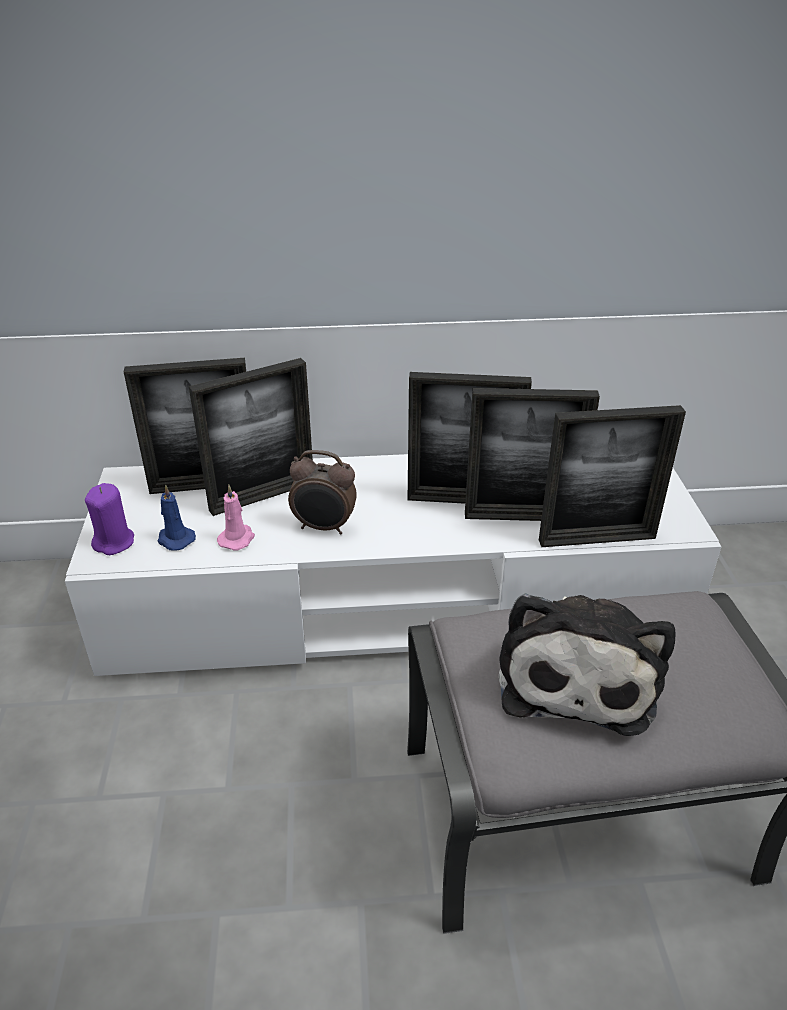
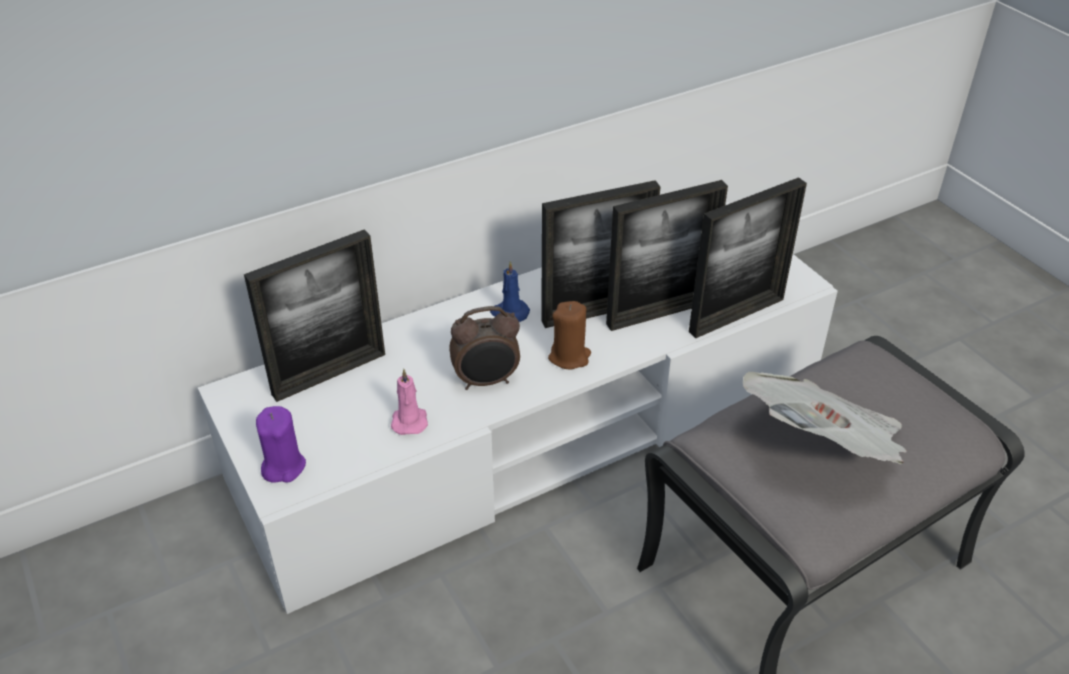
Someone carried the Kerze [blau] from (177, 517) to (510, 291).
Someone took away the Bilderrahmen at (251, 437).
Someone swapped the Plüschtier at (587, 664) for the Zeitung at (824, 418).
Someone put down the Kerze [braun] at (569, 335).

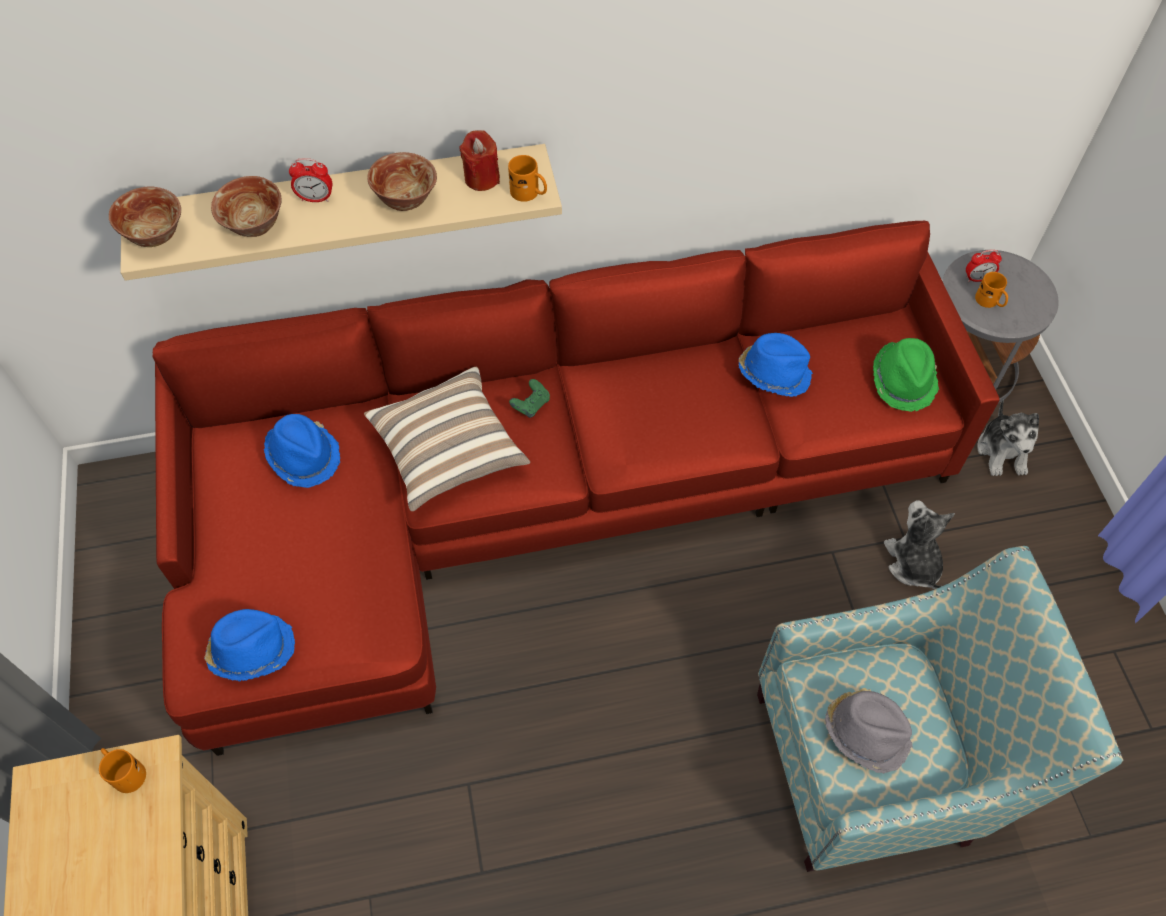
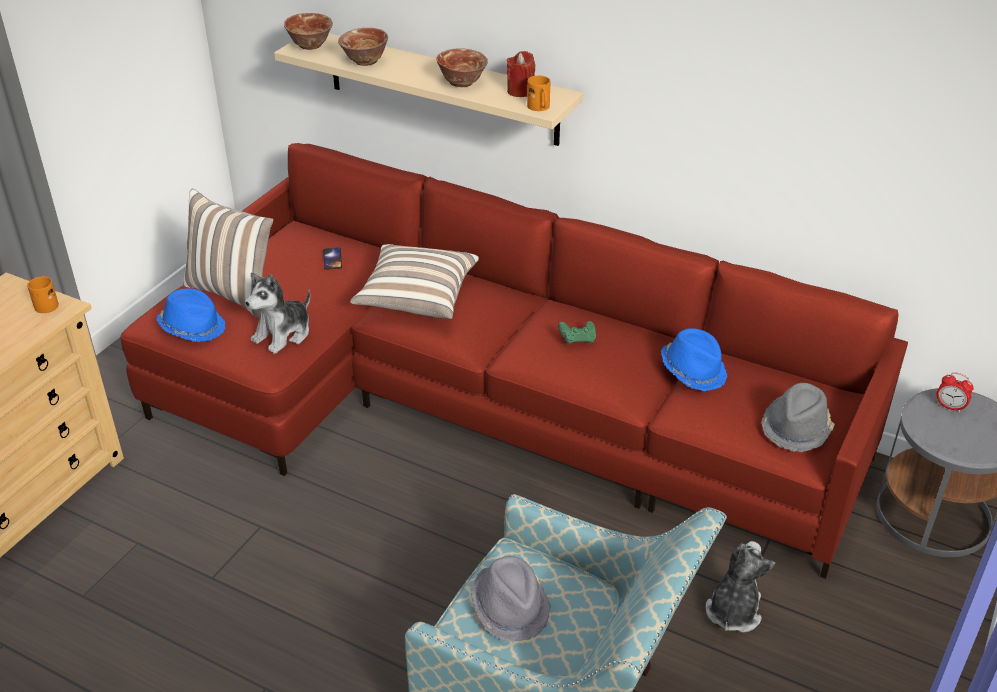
Someone swapped the Hut [blau] at (302, 451) for the Handy at (332, 258).
Someone took away the Wecker at (311, 180).
Someone carried the Gamepad [grün] from (529, 398) to (577, 332).
Someone repainted the Hut [grün] at (906, 375), which became the Hut [grau] at (798, 417).
Someone took away the Henkelbecher [orange] at (991, 290).
Someone carried the Plüschtier from (1008, 437) to (277, 313).
Someone put down the Kissen at (228, 253).

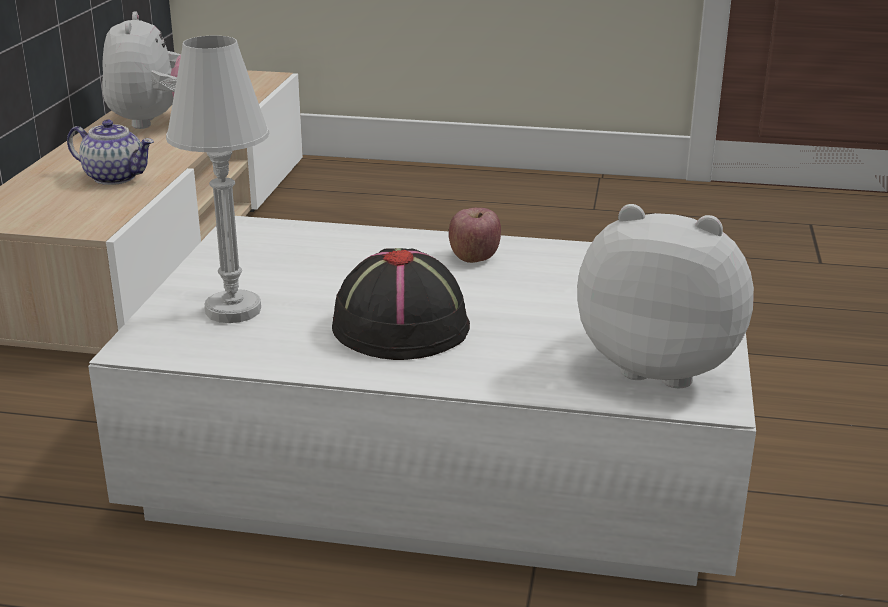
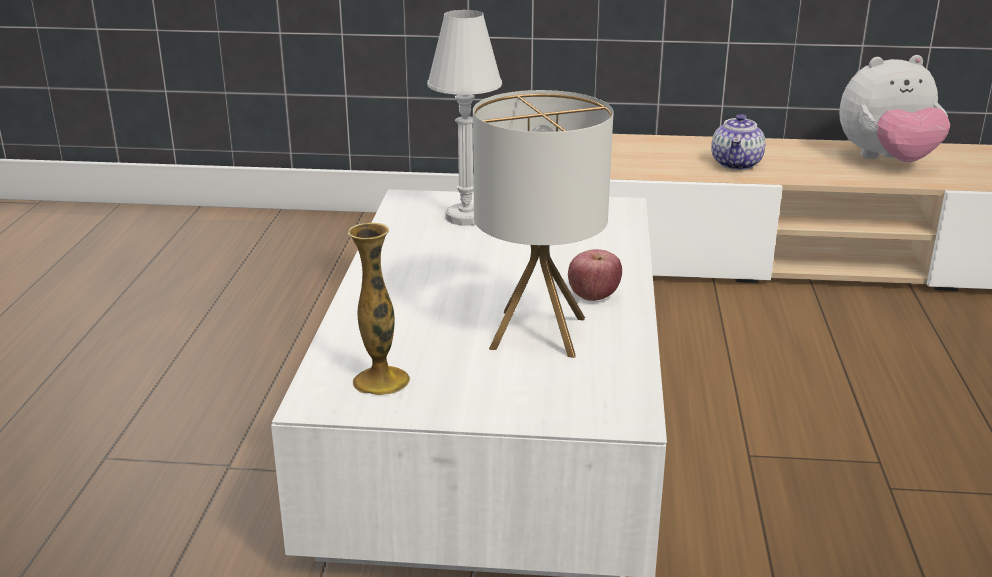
Someone took away the Hut [schwarz] at (401, 304).
Someone swapped the Plüschtier at (665, 296) for the Vase at (379, 309).
Someone put down the Tischlampe at (543, 224).

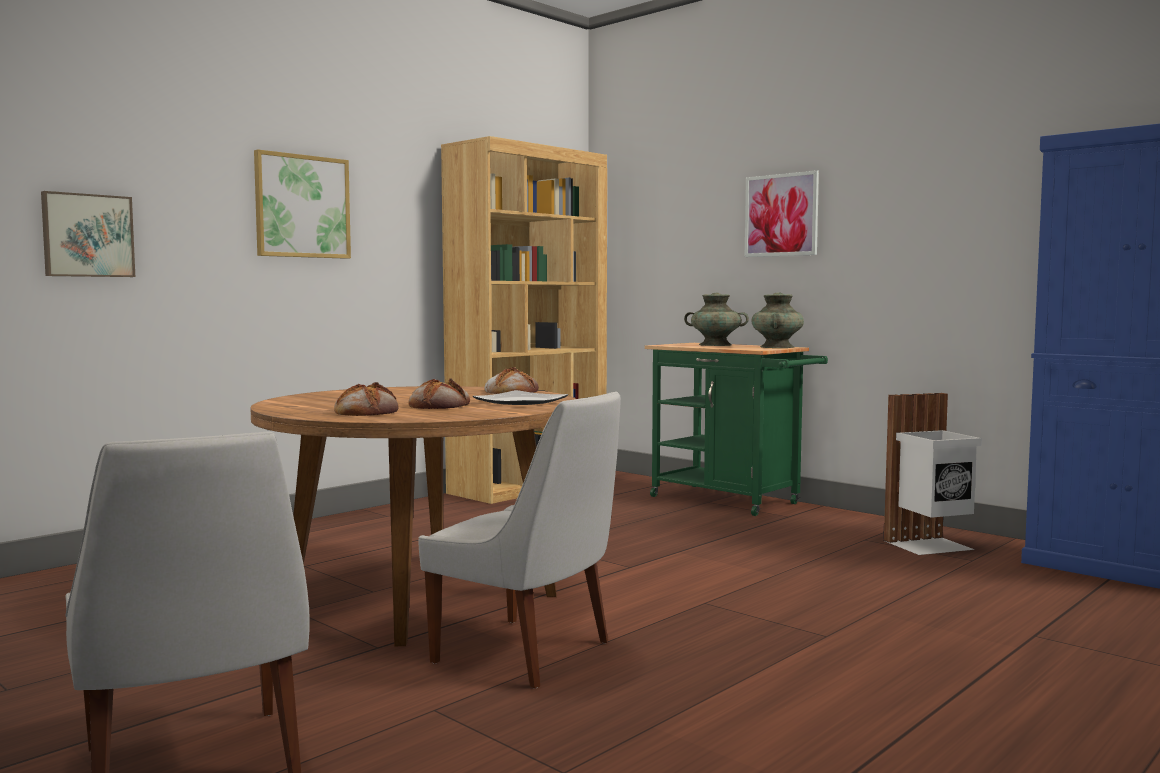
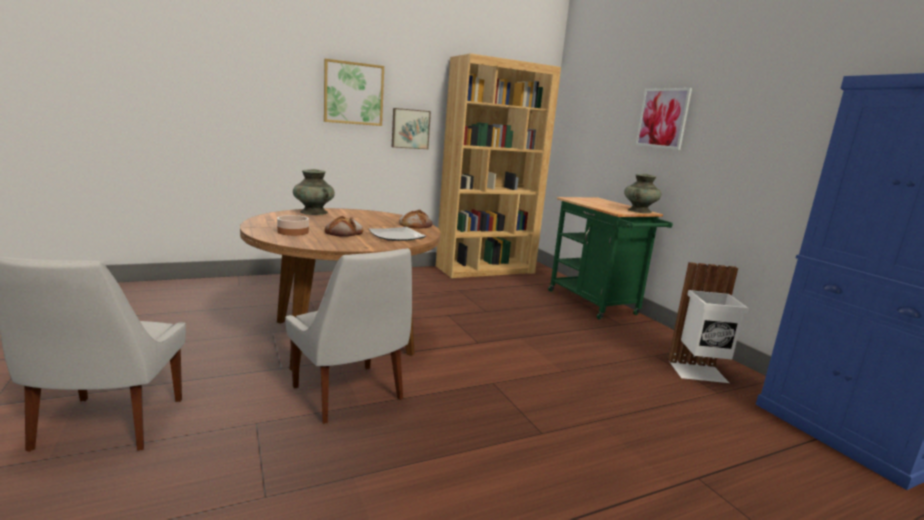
Someone carried the Bild from (88, 234) to (411, 128).
Someone swapped the Brot at (366, 399) for the Schüssel at (293, 225).
Someone carried the Vase [türkis] from (716, 319) to (314, 192).

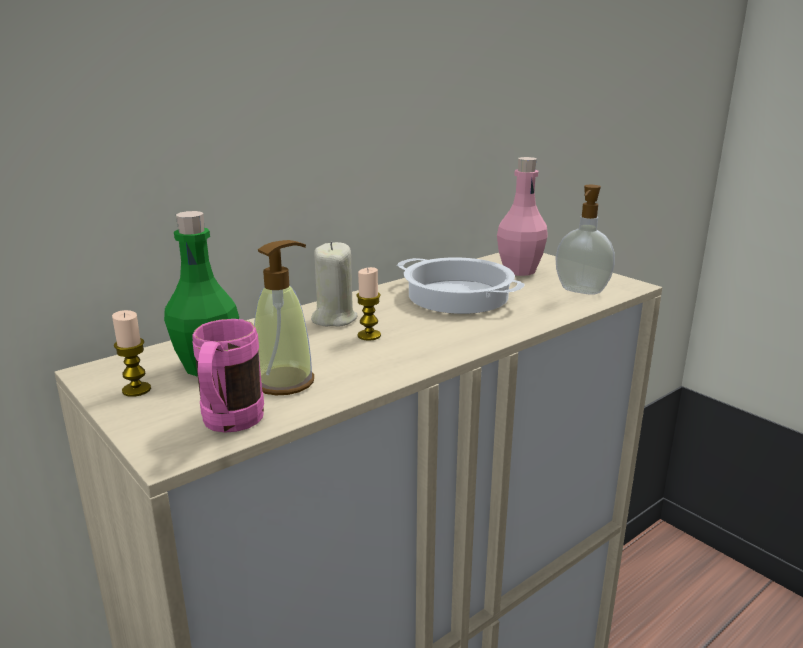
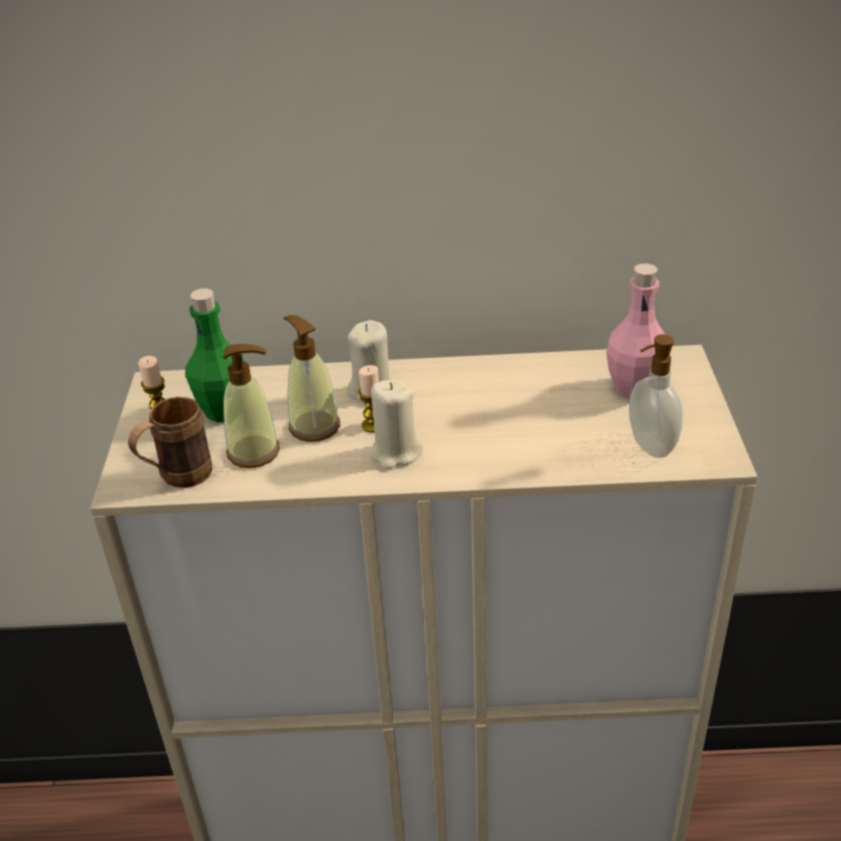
Someone repainted the Henkelbecher [rosa] at (228, 376), which became the Henkelbecher [braun] at (170, 442).
Someone took away the Kochtopf at (460, 285).
Someone put down the Seifenspender at (311, 378).
Someone put down the Kerze [beige] at (396, 425).

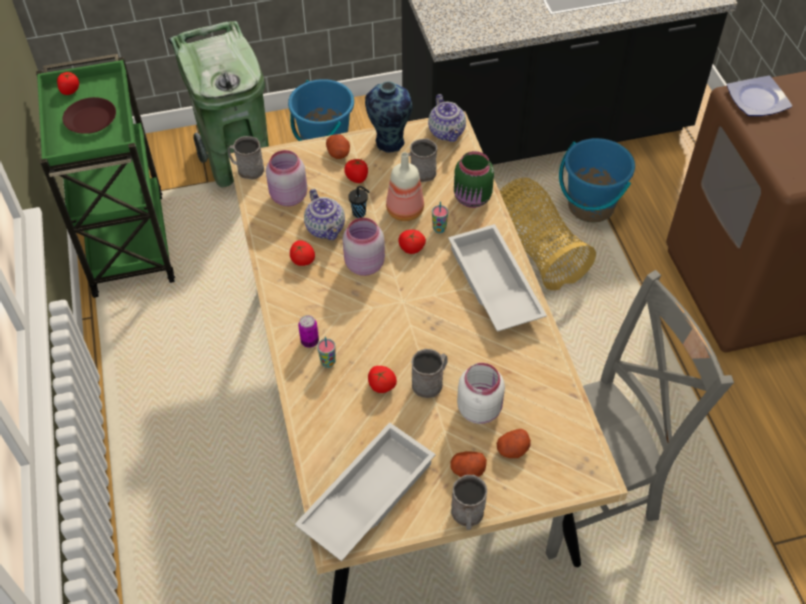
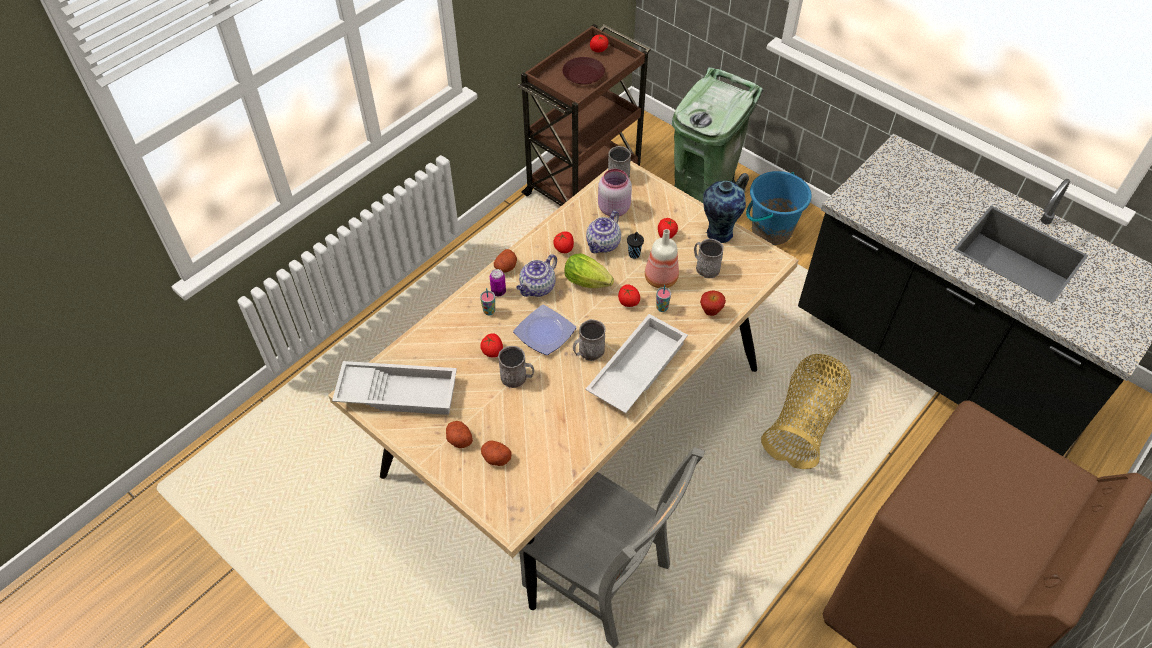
Someone repainted the Rollwagen [grün] at (105, 176), which became the Rollwagen [braun] at (584, 115).
Someone carried the Kartoffel from (338, 146) to (505, 261).
Someone swapped the Vorratsglas [rosa] at (364, 247) for the Salatkopf at (589, 270).
Someone carried the Teekanne from (447, 118) to (536, 275).
Someone carried the Henkelbecher [grau] from (469, 502) to (589, 340).
Someone swapped the Vorratsglas [grün] at (474, 179) for the Apfel at (713, 303).
Someone took away the Vorratsglas [weiß] at (481, 393).
Someone took away the Eimer [blau] at (597, 180).
Someone carried the Teller from (759, 96) to (544, 329).

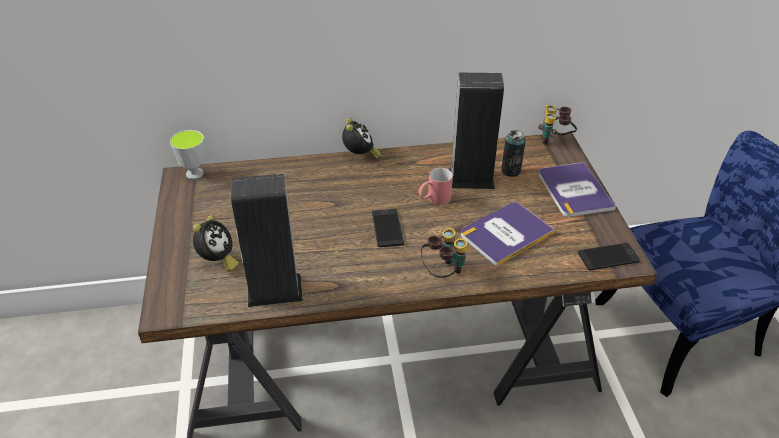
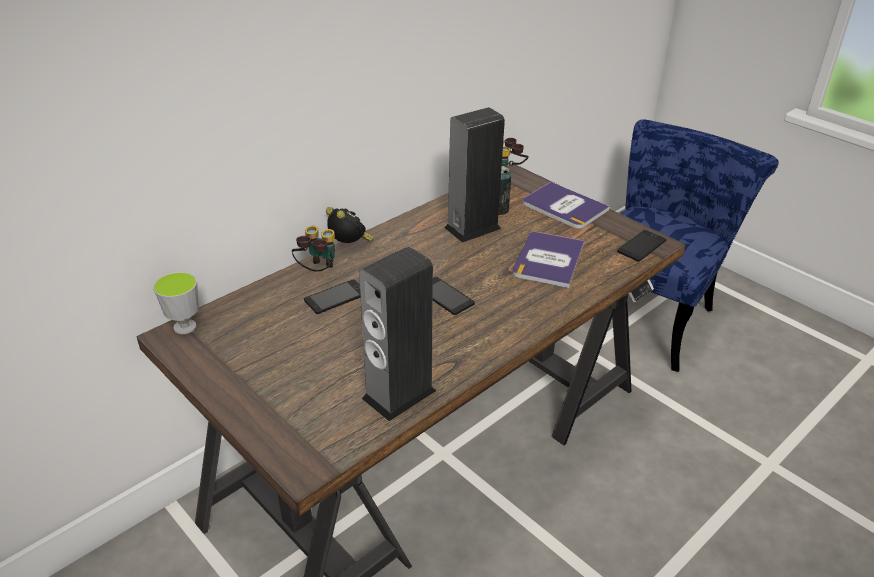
Someone took away the Wecker at (216, 243).
Someone took away the Henkelbecher [rot] at (435, 186).
Someone carried the Fernglas from (444, 253) to (313, 249).
Someone put down the Handy at (332, 296).

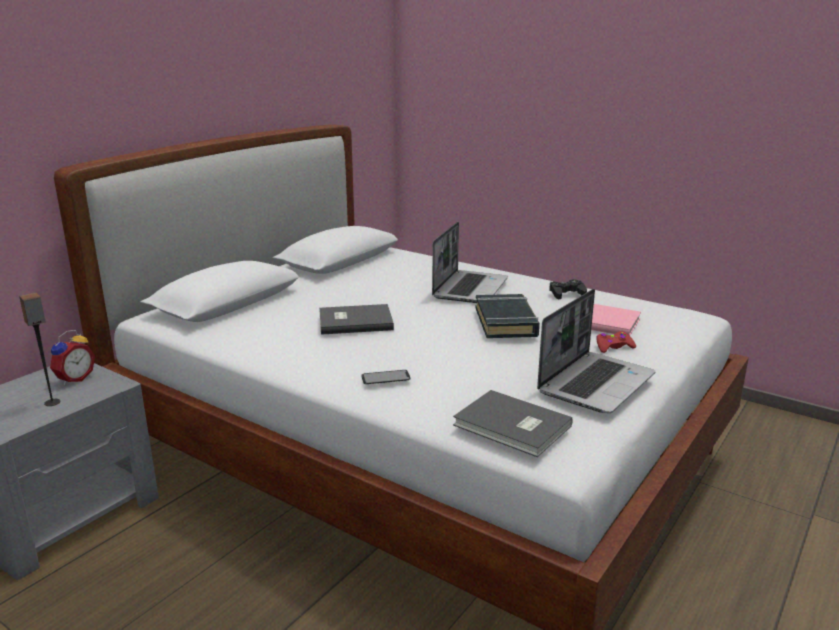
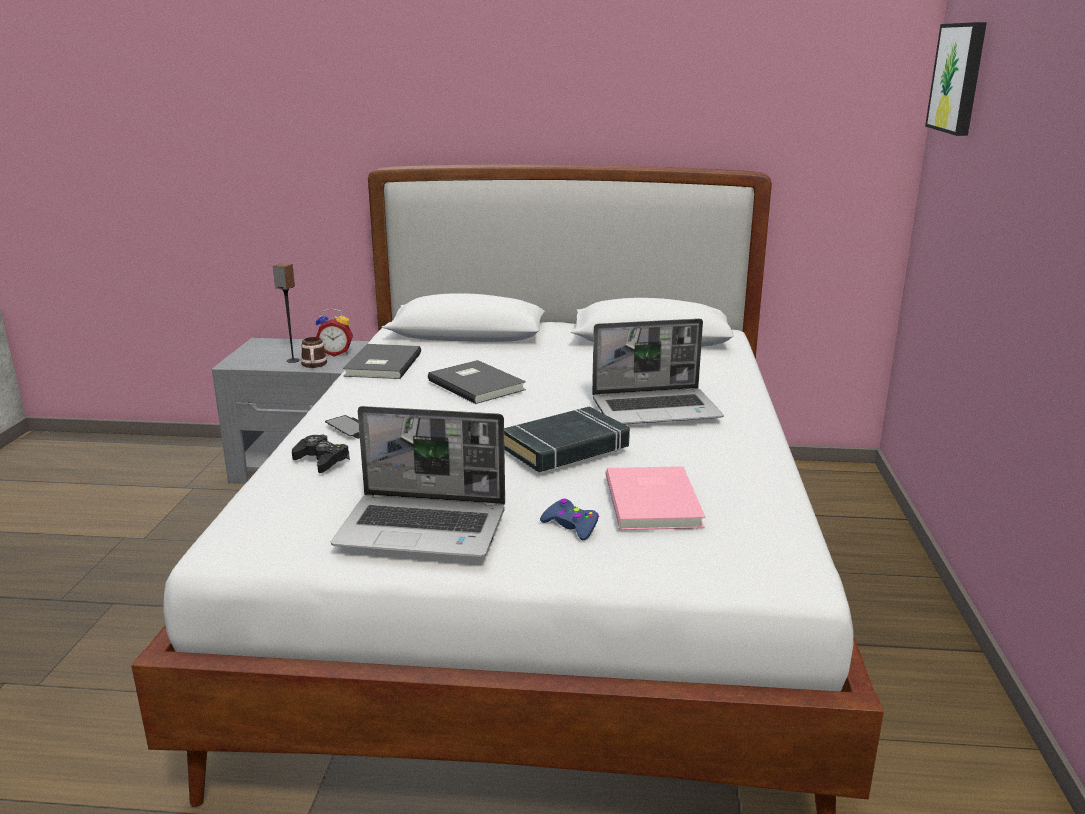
Someone carried the Buch [grau] from (513, 423) to (382, 361).
Someone carried the Gamepad [schwarz] from (568, 289) to (321, 454).
Someone repainted the Gamepad [rot] at (616, 342), which became the Gamepad [blau] at (569, 519).
Someone put down the Henkelbecher at (314, 352).
Someone put up the Bild at (956, 79).

